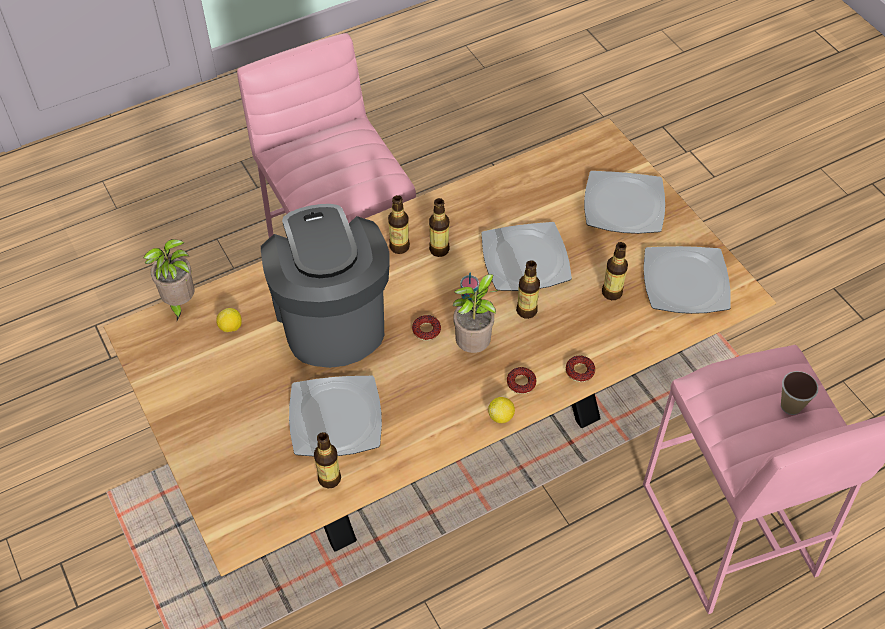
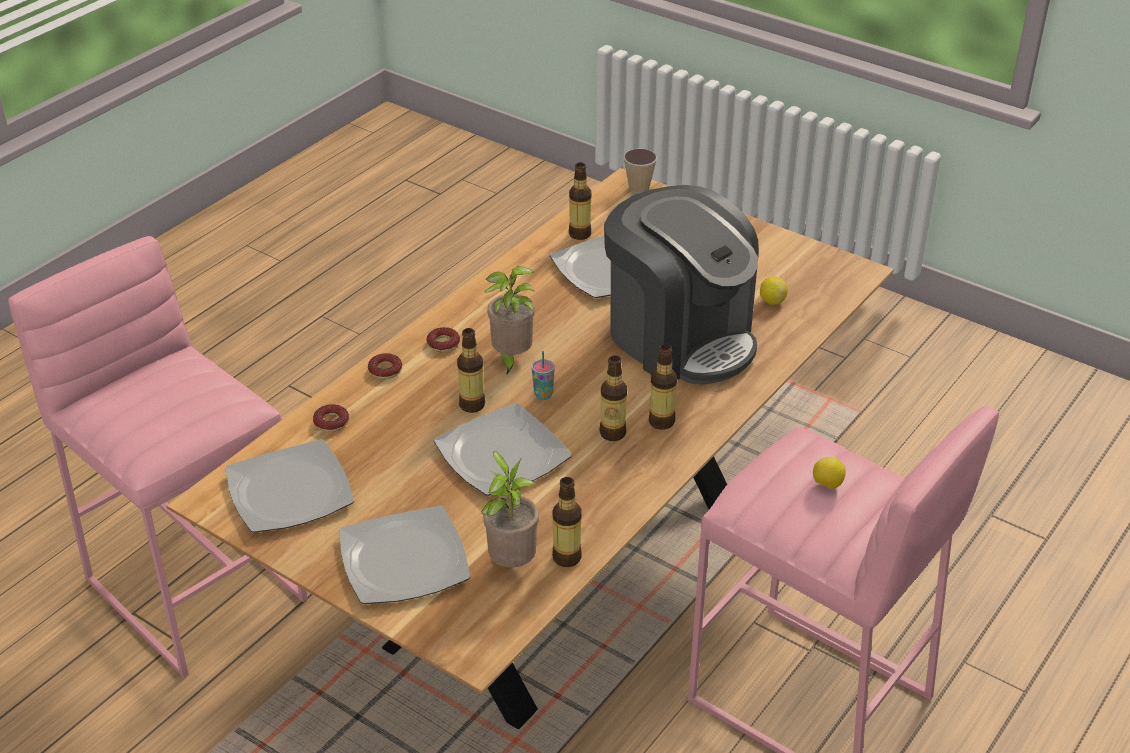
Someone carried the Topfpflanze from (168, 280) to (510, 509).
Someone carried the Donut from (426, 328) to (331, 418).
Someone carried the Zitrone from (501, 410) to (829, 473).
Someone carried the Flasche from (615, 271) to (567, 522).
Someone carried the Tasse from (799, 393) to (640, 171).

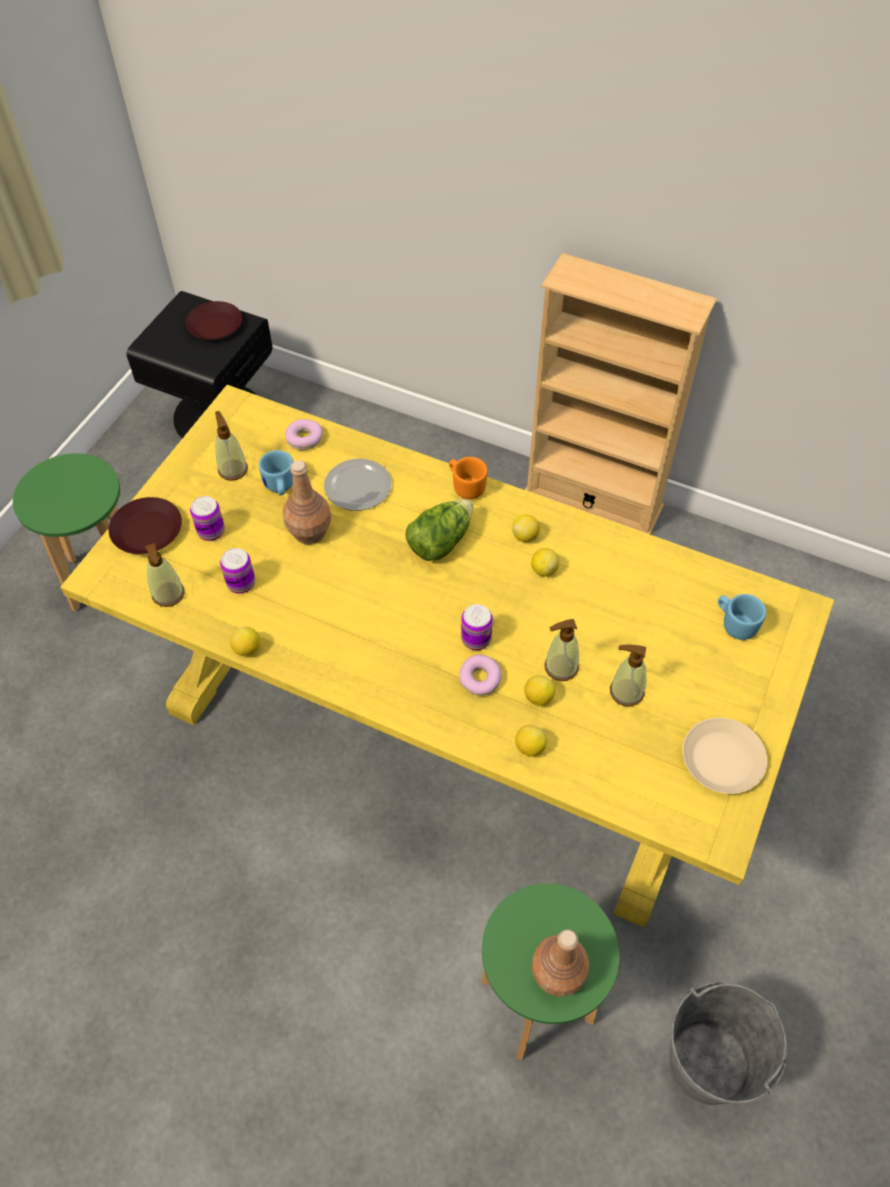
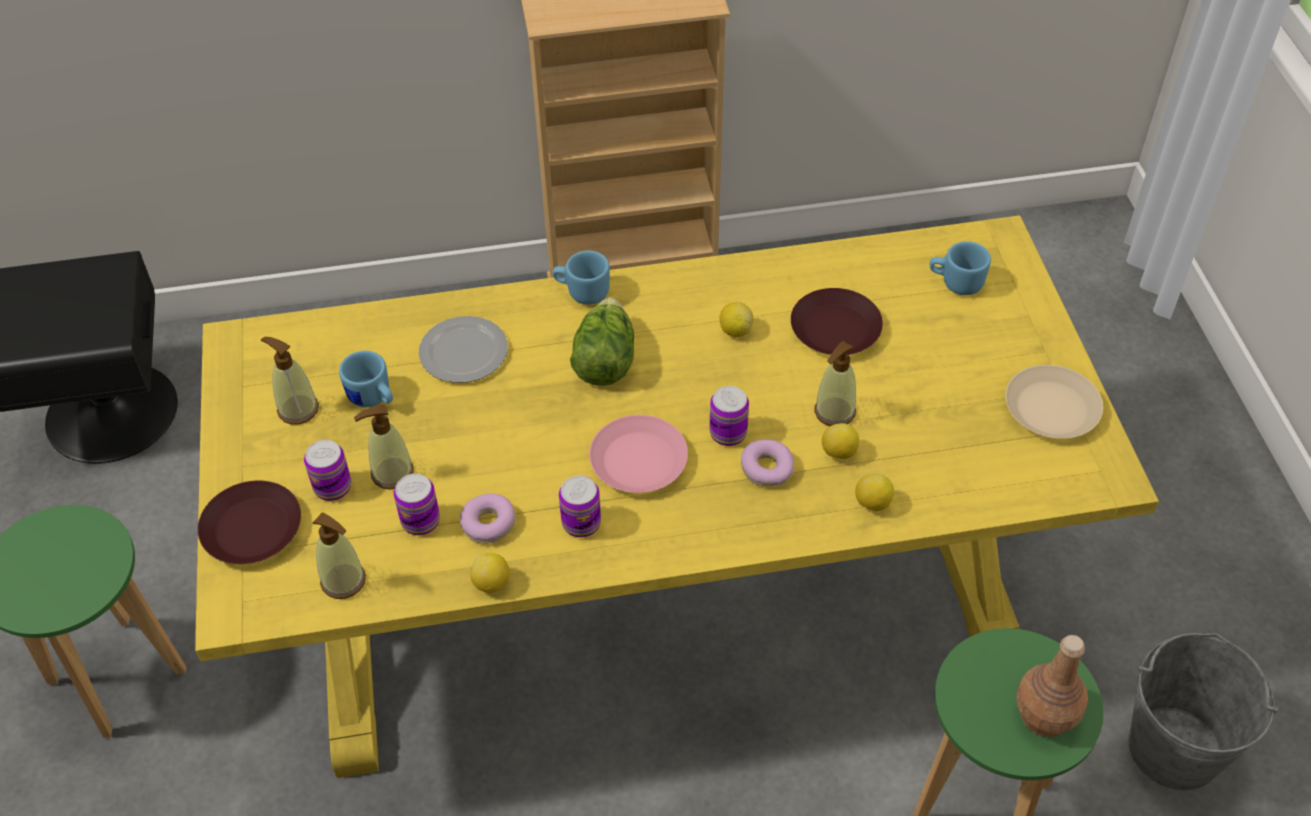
Someone carried the Teller [braun] from (214, 320) to (837, 321).
Someone took away the Flasche [braun] at (307, 502).
Someone carried the Donut from (304, 434) to (487, 519).
Someone repainted the Henkelbecher [orange] at (468, 478), which became the Henkelbecher [blau] at (581, 278).
Someone took away the Zitrone at (526, 528).
Someone carried the Seifenspender from (628, 675) to (384, 447).
Someone put down the Dose at (580, 506).
Someone put down the Teller [rosa] at (638, 454).

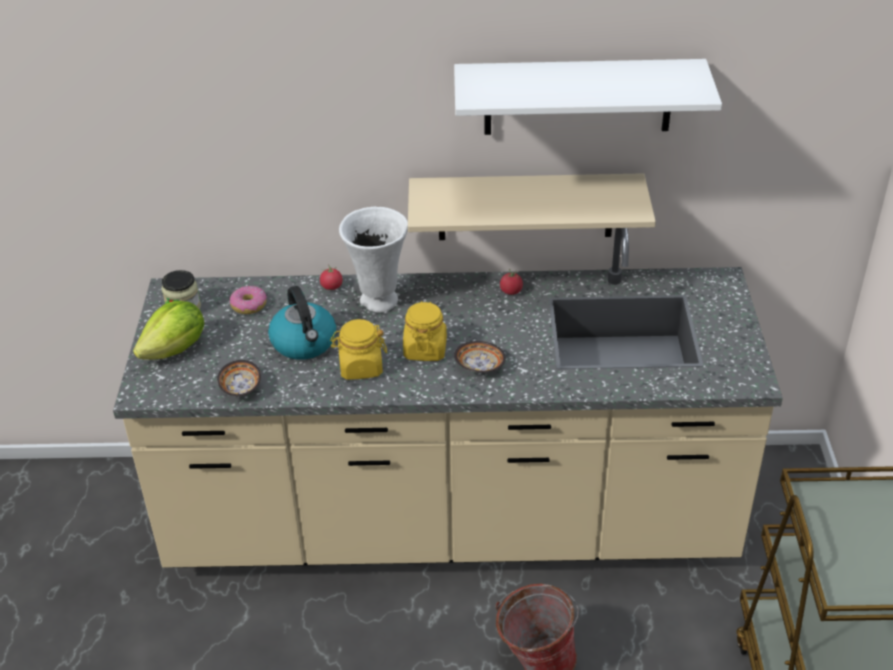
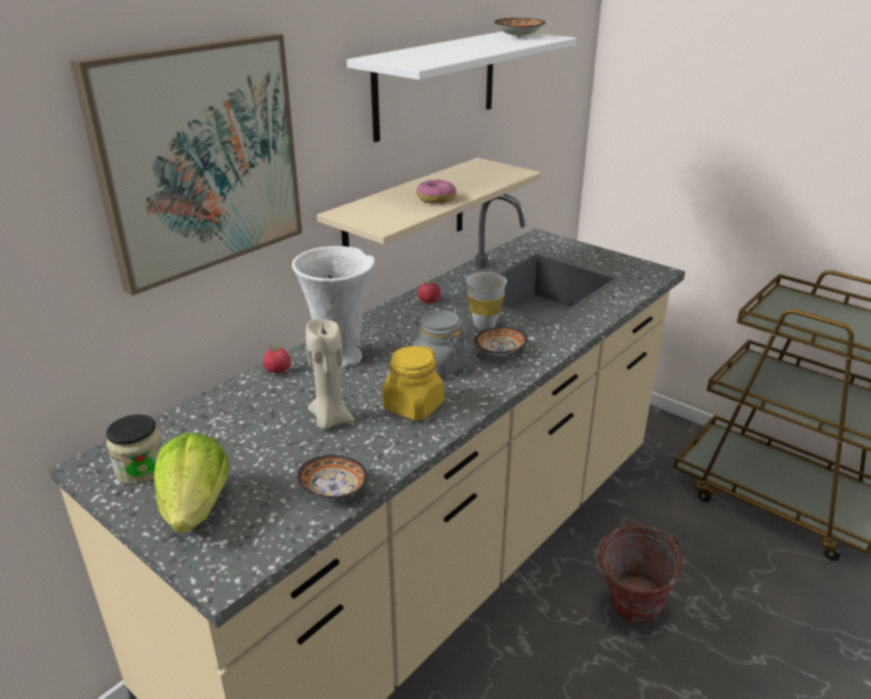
Someone carried the Donut from (248, 300) to (436, 191).
Someone swapped the Wasserkessel at (302, 323) for the Kerze [beige] at (330, 374).
Someone repainted the Vorratsglas [gelb] at (425, 331), which became the Vorratsglas [grau] at (441, 343).
Someone put up the Bild at (186, 164).
Someone put down the Tasse [weiß] at (486, 301).
Someone put down the Schüssel at (520, 28).

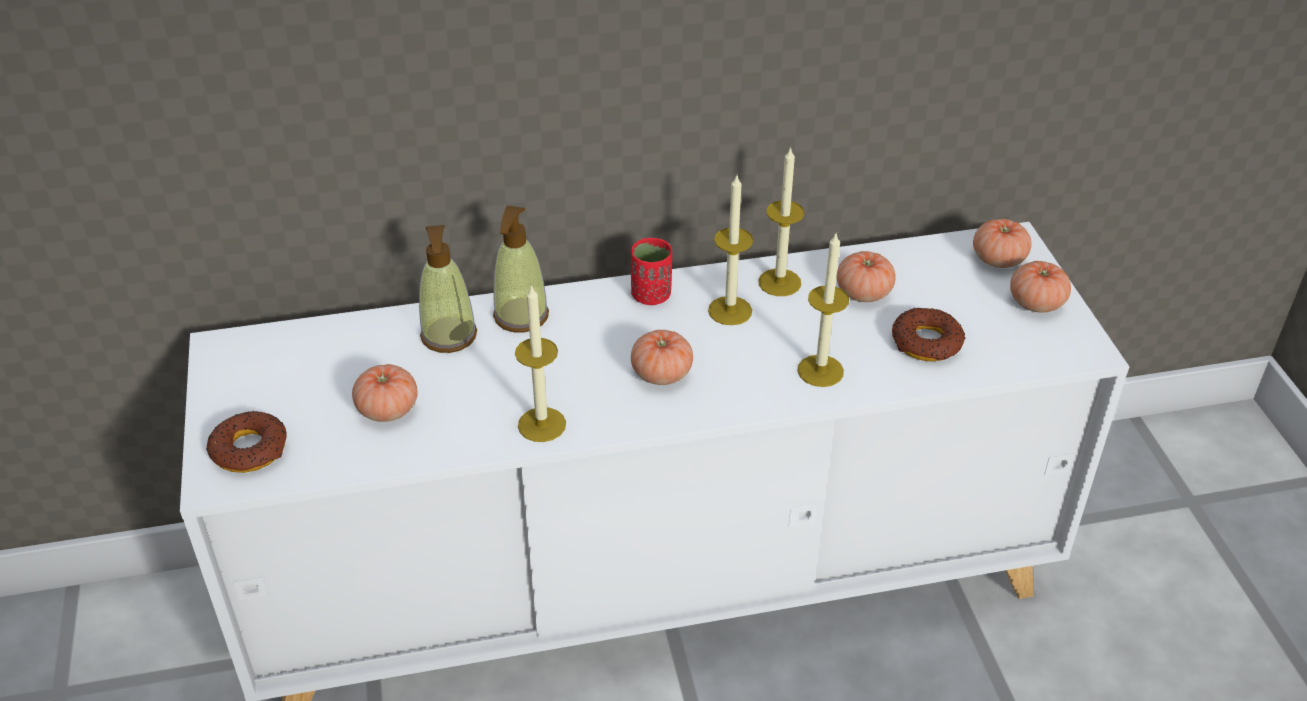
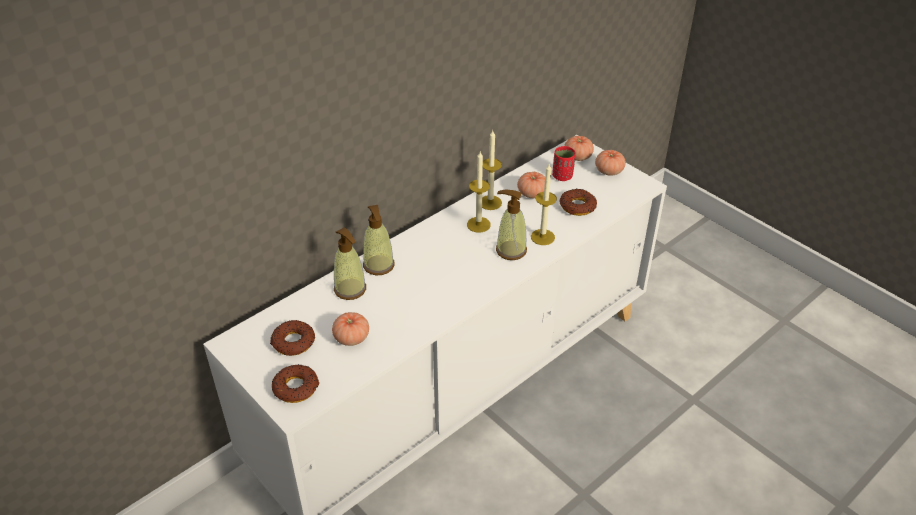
Someone took away the Kerze at (540, 363).
Someone carried the Tasse [rot] from (651, 271) to (564, 163).
Someone took away the Tomate at (662, 357).
Someone put down the Donut at (292, 338).
Someone put down the Seifenspender at (511, 225).

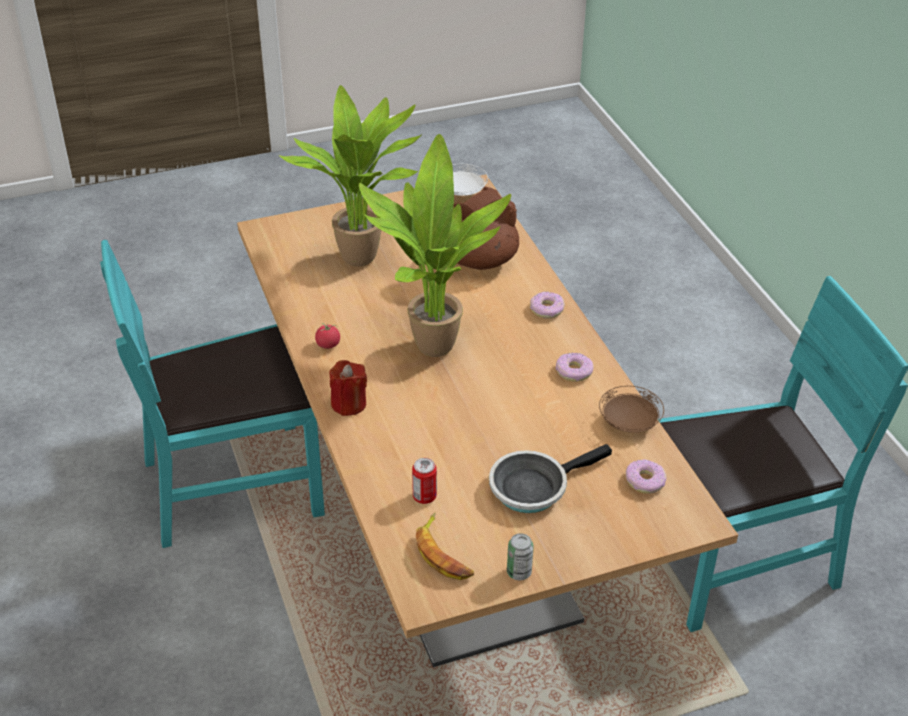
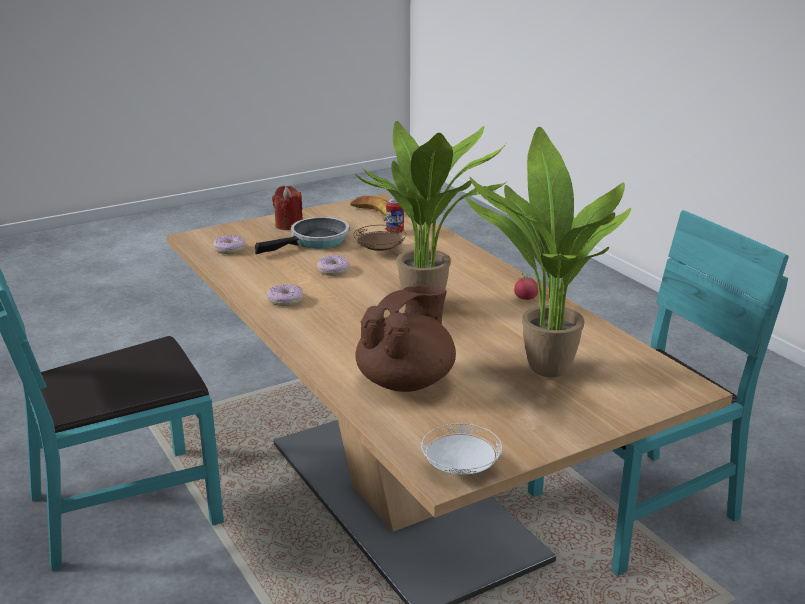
Someone carried the Kerze [rot] from (348, 388) to (287, 208).
Someone took away the Dose at (520, 556).
Someone carried the Donut from (547, 305) to (333, 265).
Someone carried the Teller [braun] from (631, 409) to (379, 238).

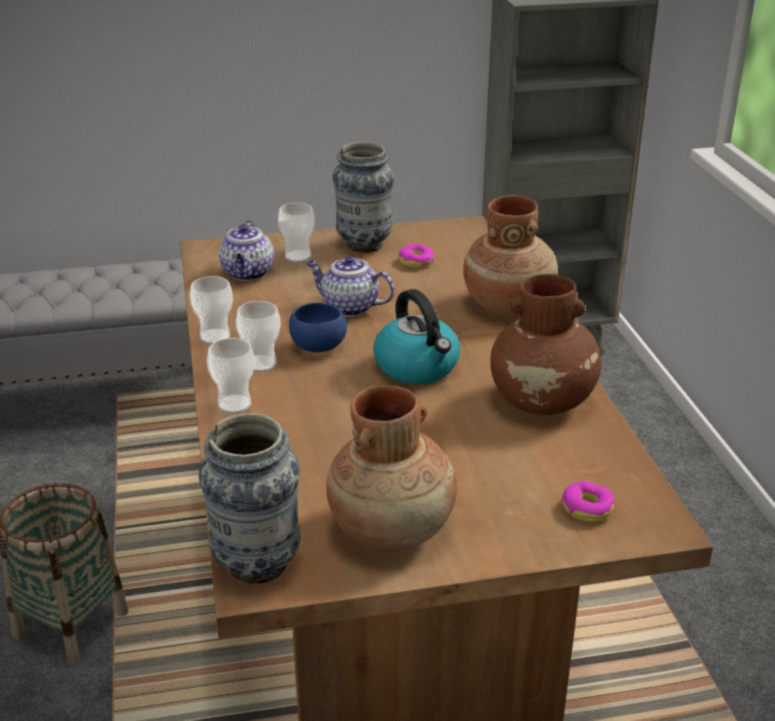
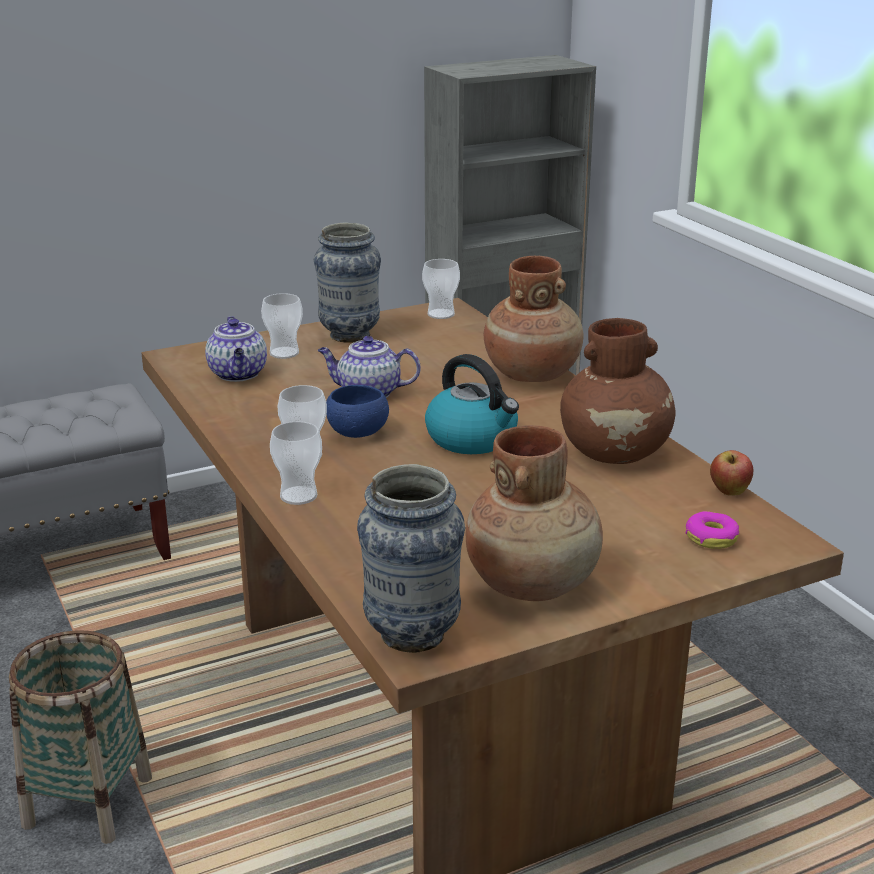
Someone carried the Tasse from (211, 310) to (441, 289).
Someone took away the Donut at (416, 256).
Someone put down the Apfel at (731, 473).

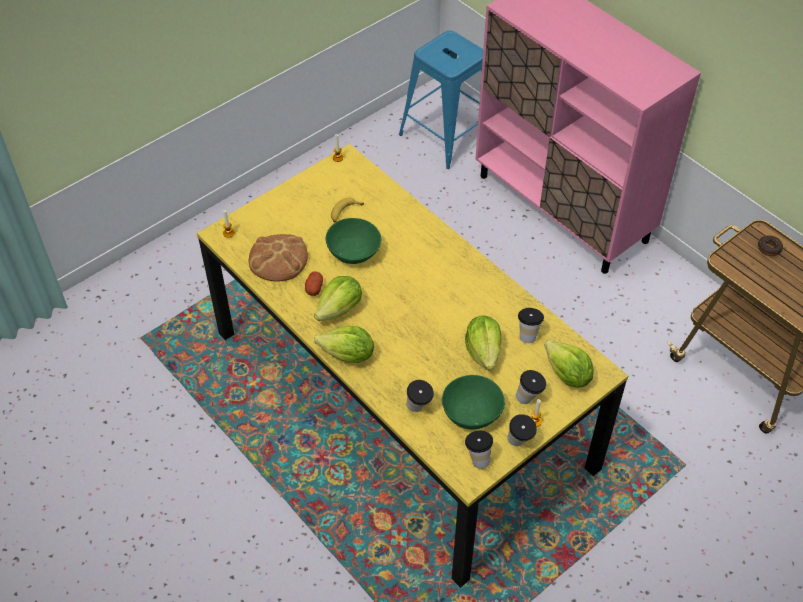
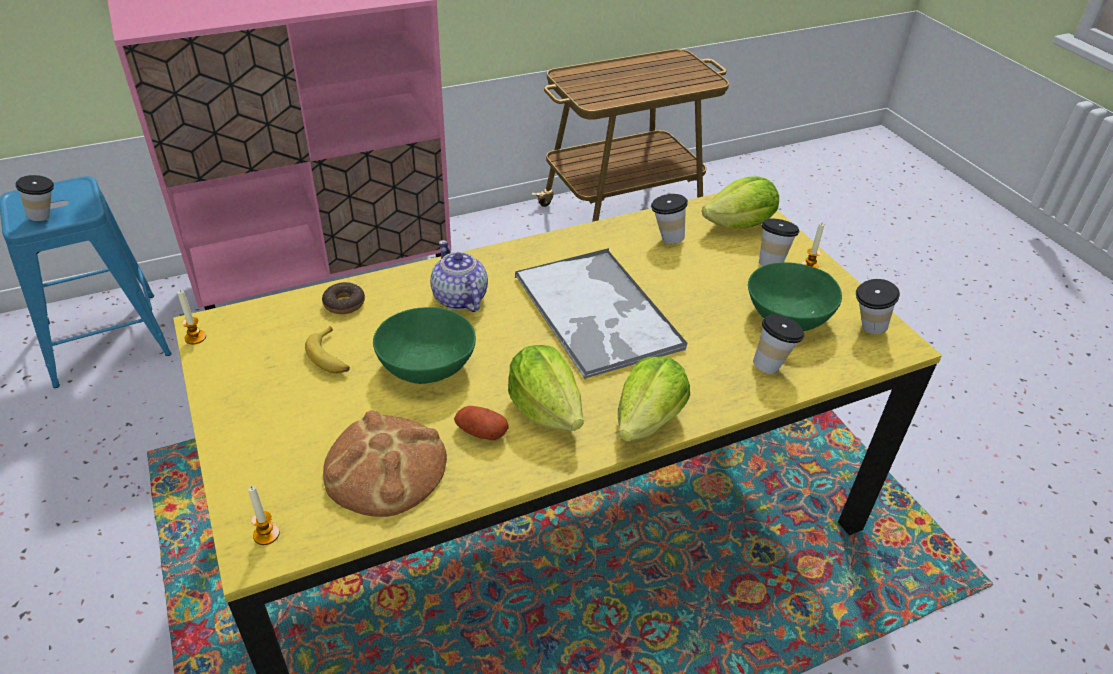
Someone took away the Salatkopf at (483, 343).
Someone carried the Tasse from (522, 430) to (34, 198).
Someone carried the Donut from (770, 246) to (343, 298).
Someone put down the Teekanne at (459, 276).
Someone put down the Tablett at (601, 314).

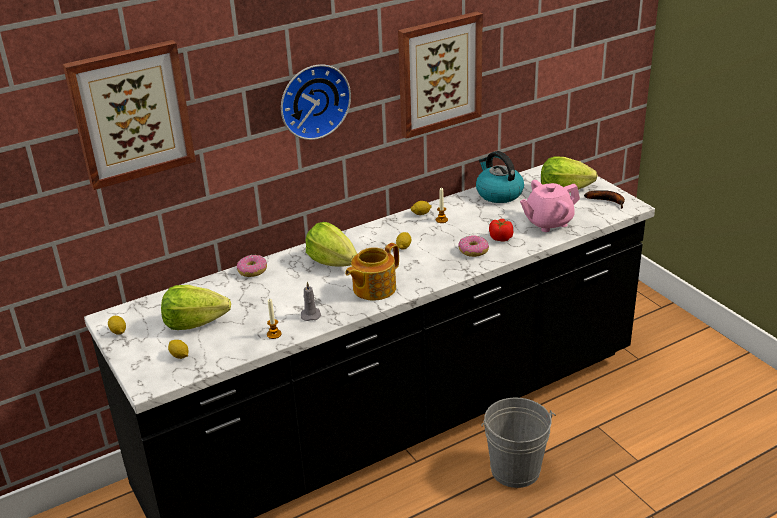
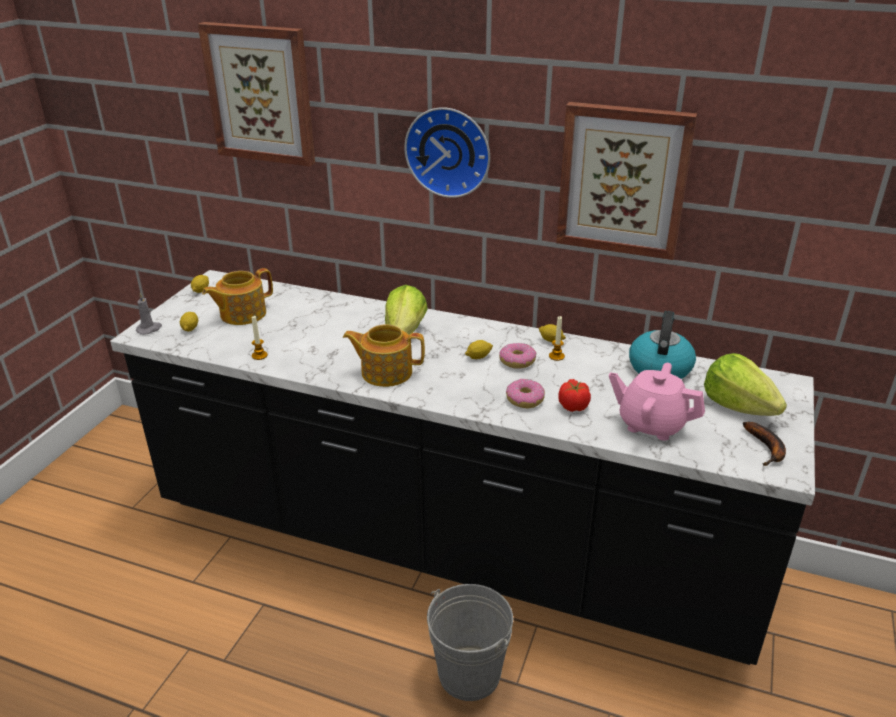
Someone swapped the Salatkopf at (196, 307) for the Teekanne at (237, 296).
Someone carried the Donut from (252, 266) to (518, 356).
Someone carried the Kerze [grau] from (311, 301) to (149, 314).

